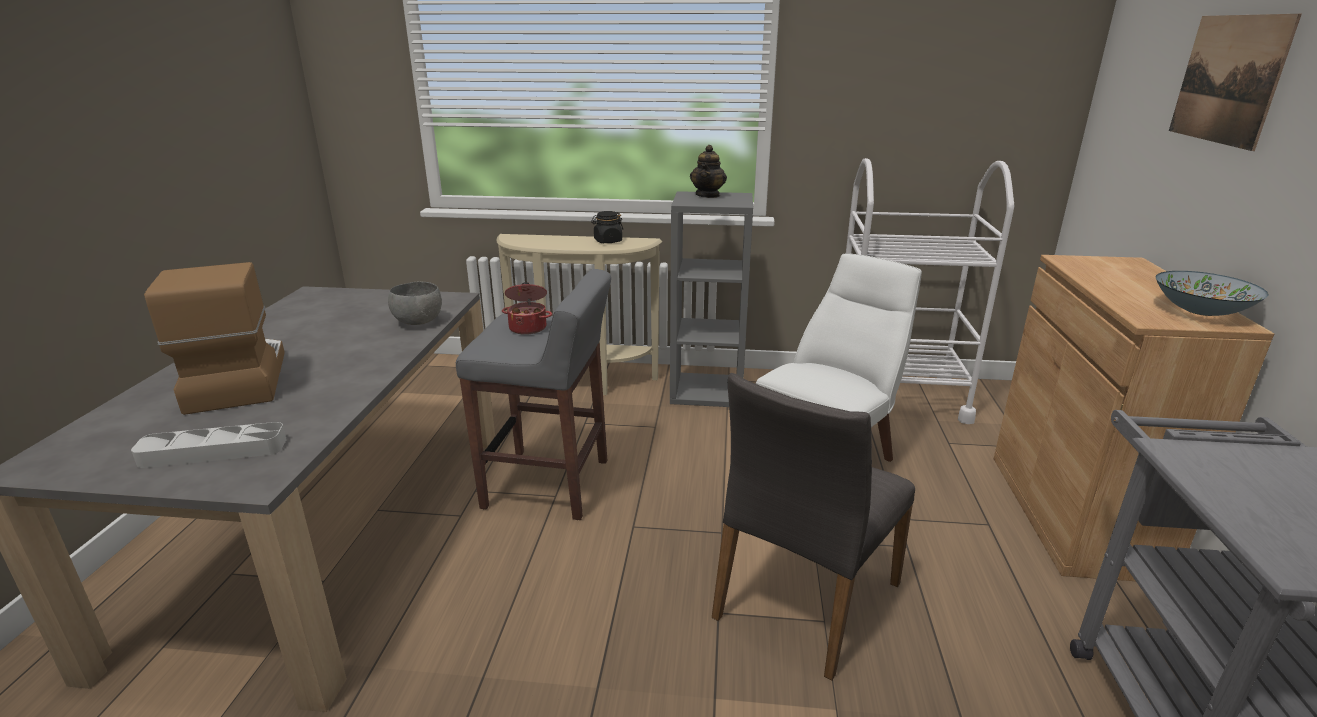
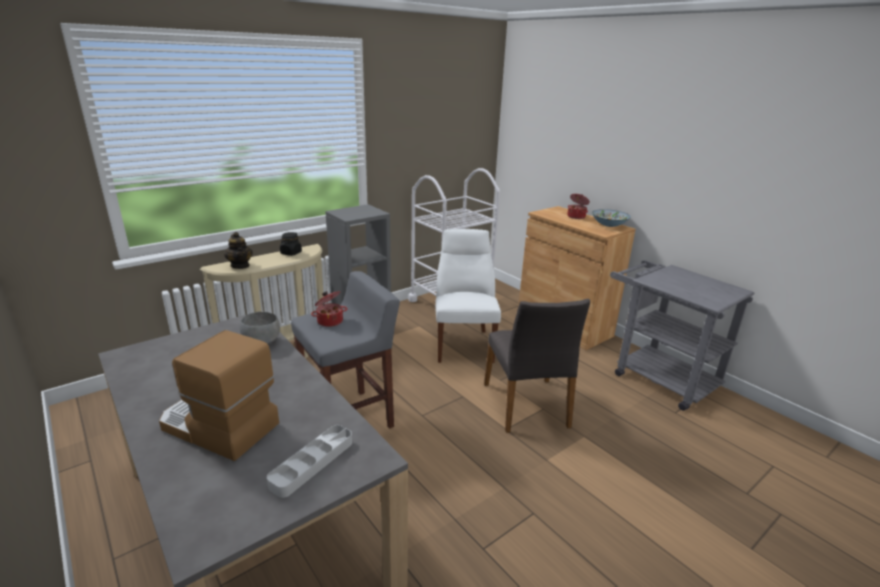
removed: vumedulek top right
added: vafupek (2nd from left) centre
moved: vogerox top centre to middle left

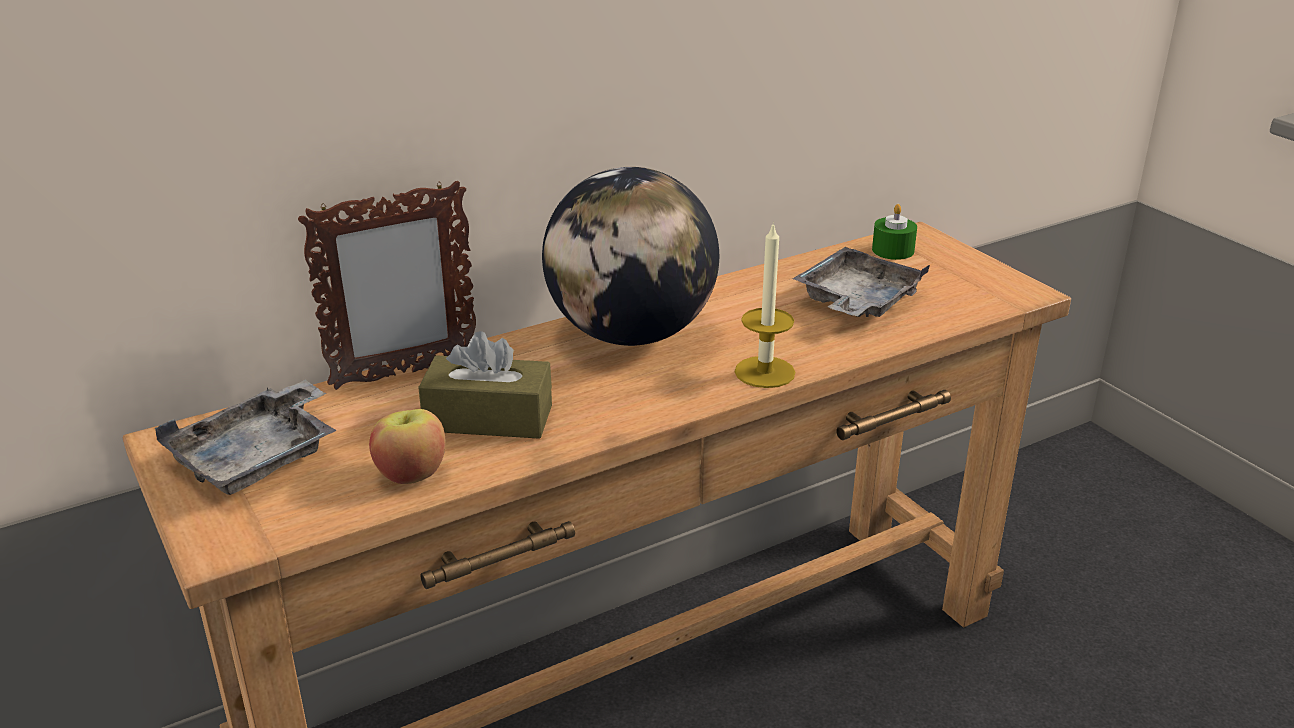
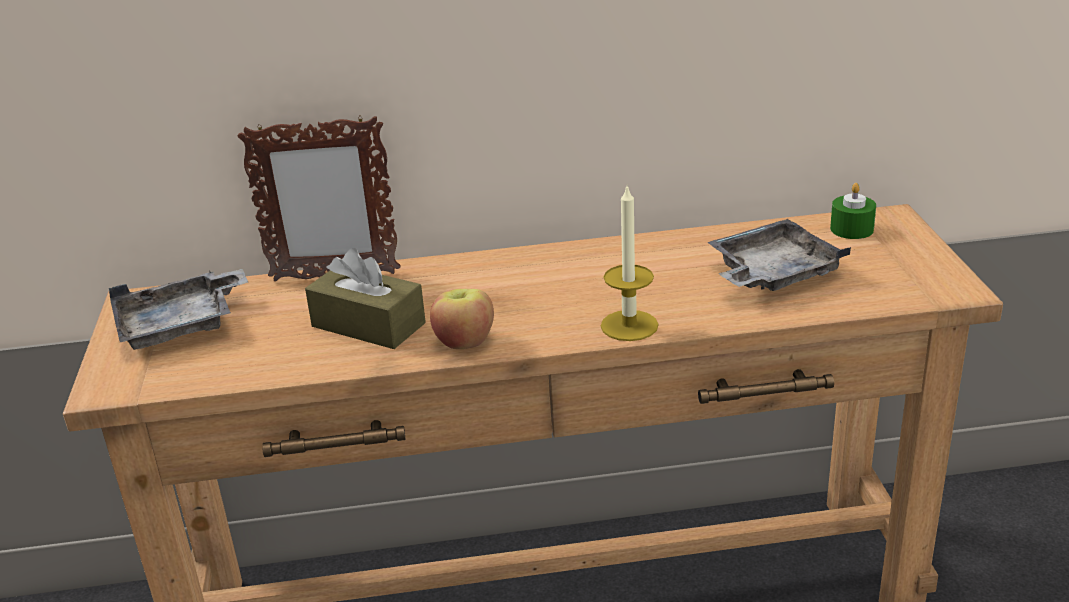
removed: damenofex centre
moved: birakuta middle left to centre

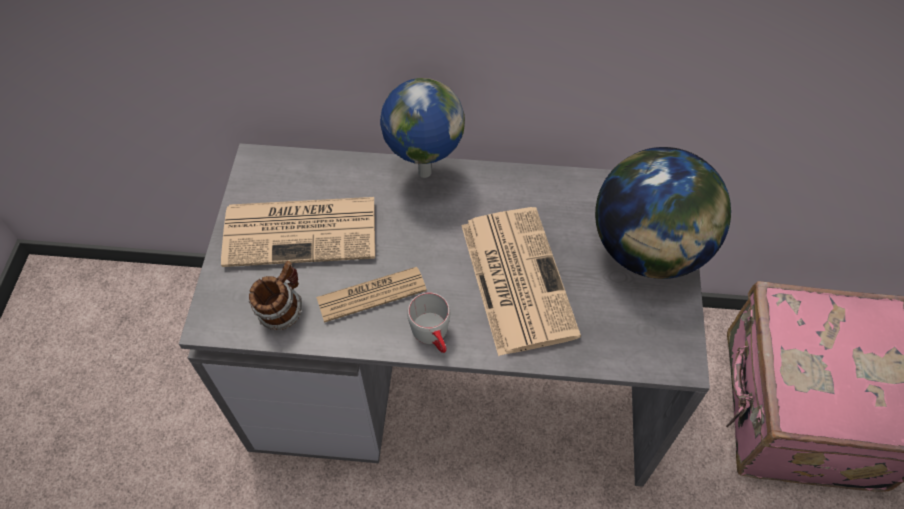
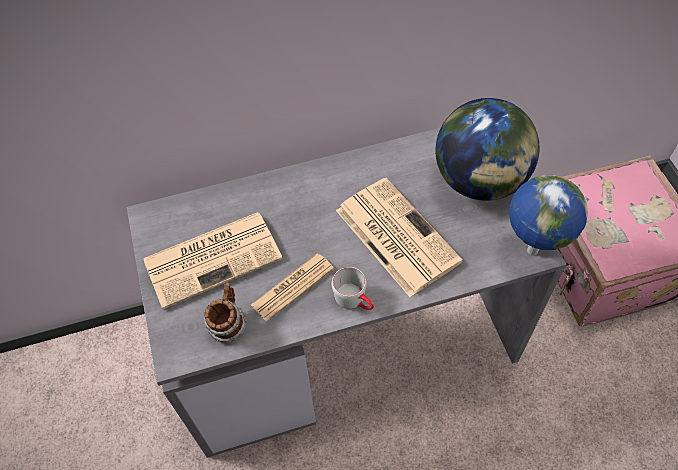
moved: damenofex (1st from left in the first image) top centre to damenofex (2nd from left) middle right

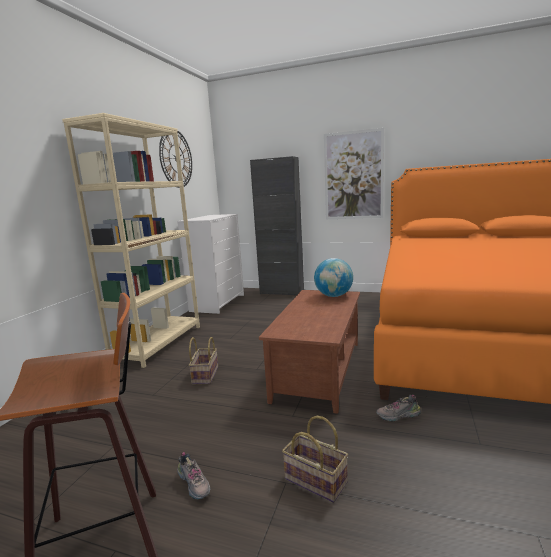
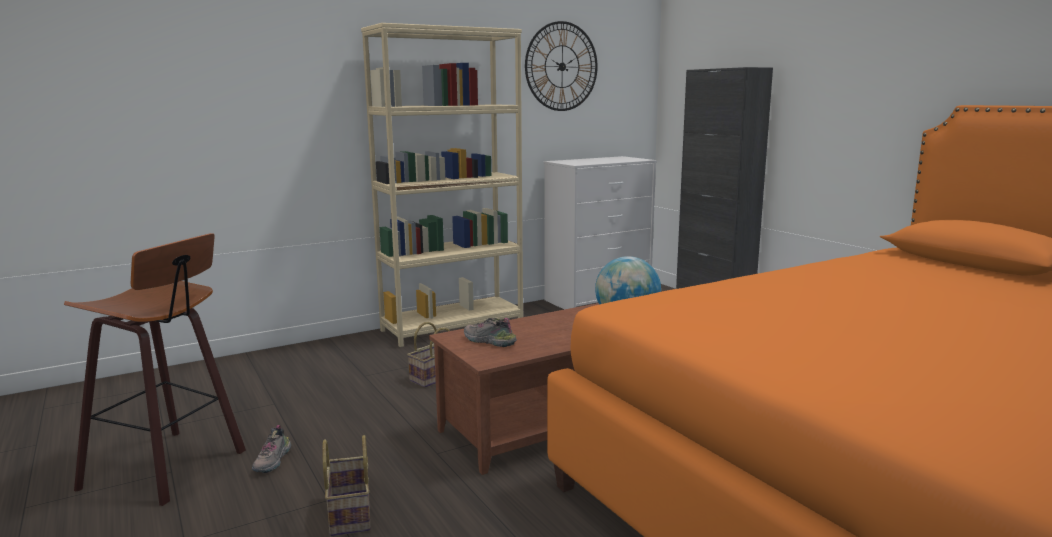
removed: vumedulek top centre
moved: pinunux (2nd from left) bottom right to centre

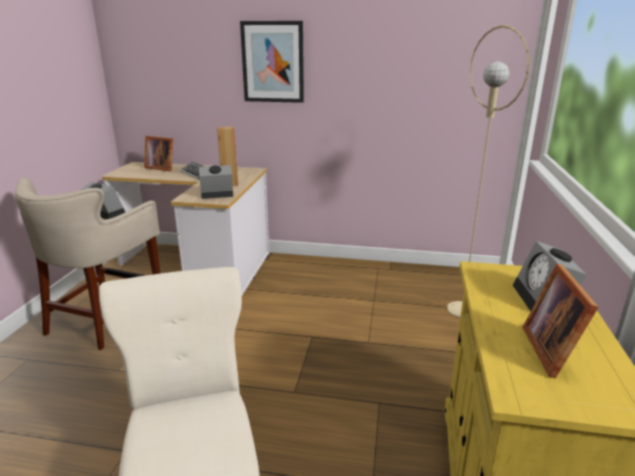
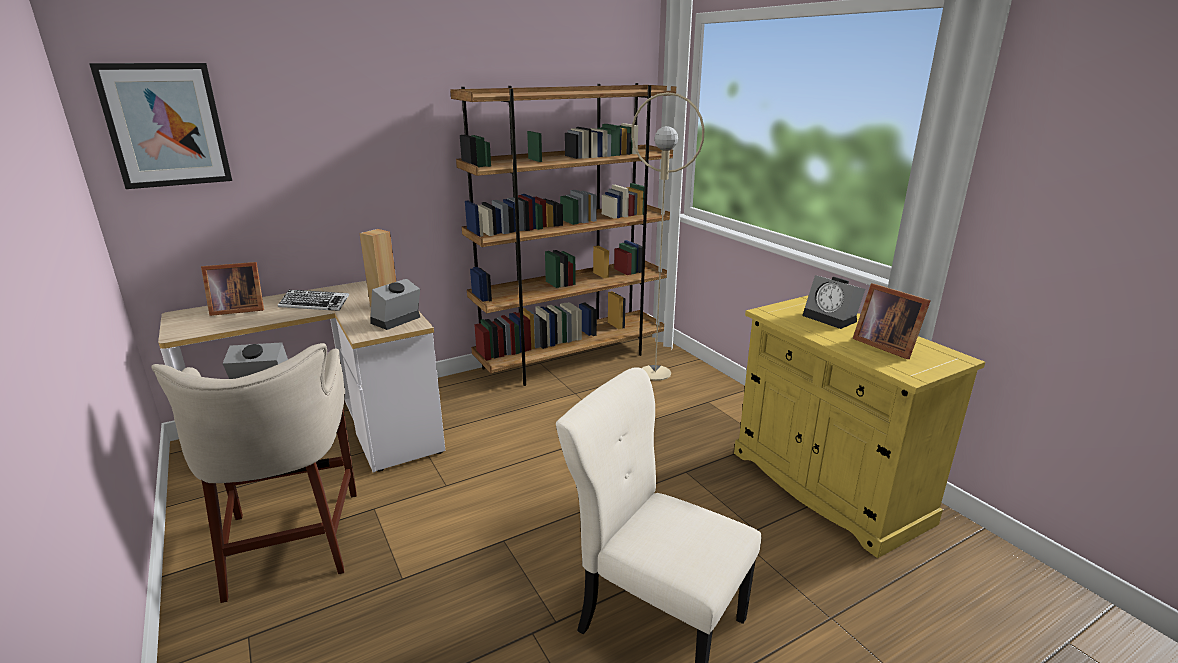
added: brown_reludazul centre
moved: vumedulek top centre to top left

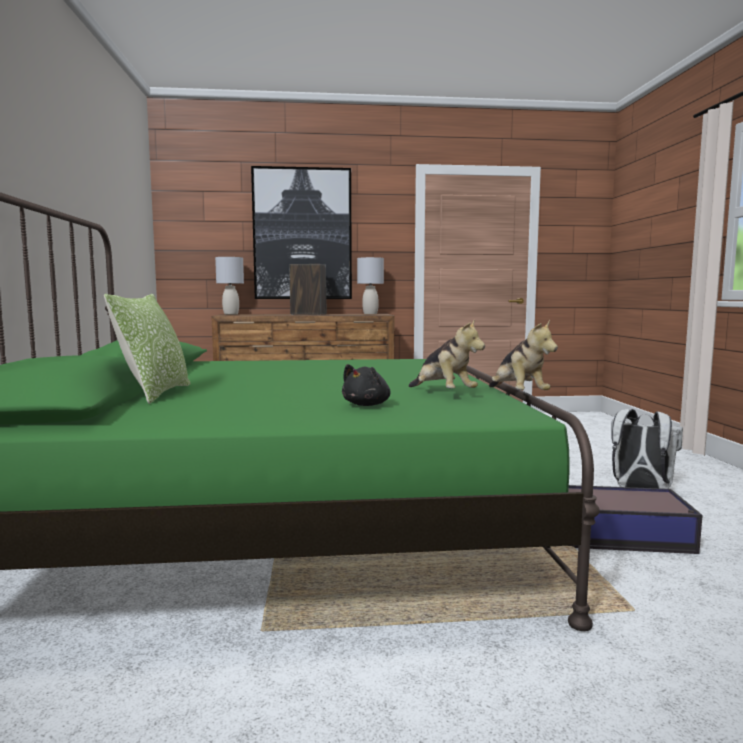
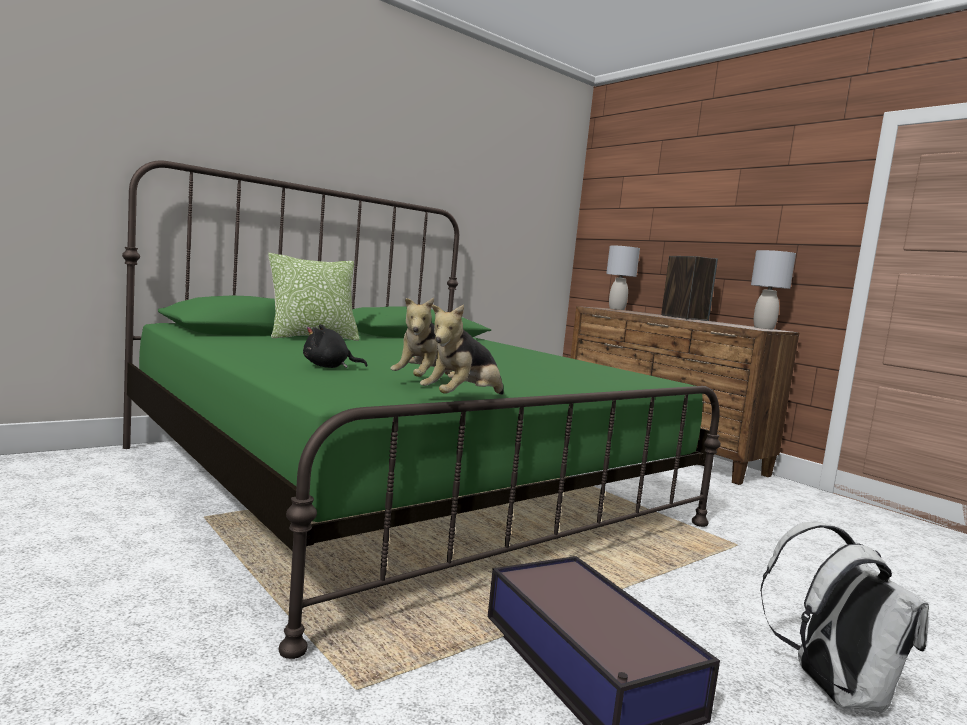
removed: vumedulek top centre

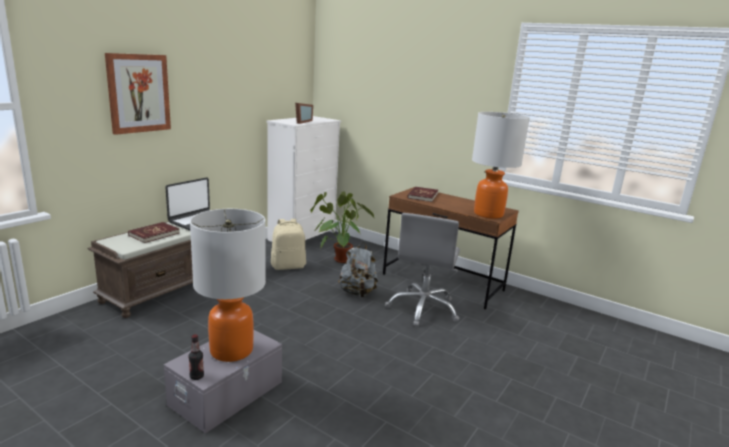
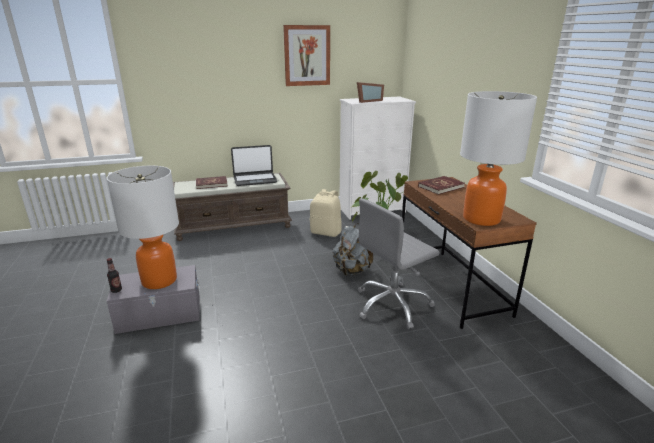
moved: vumedulek top left to top centre

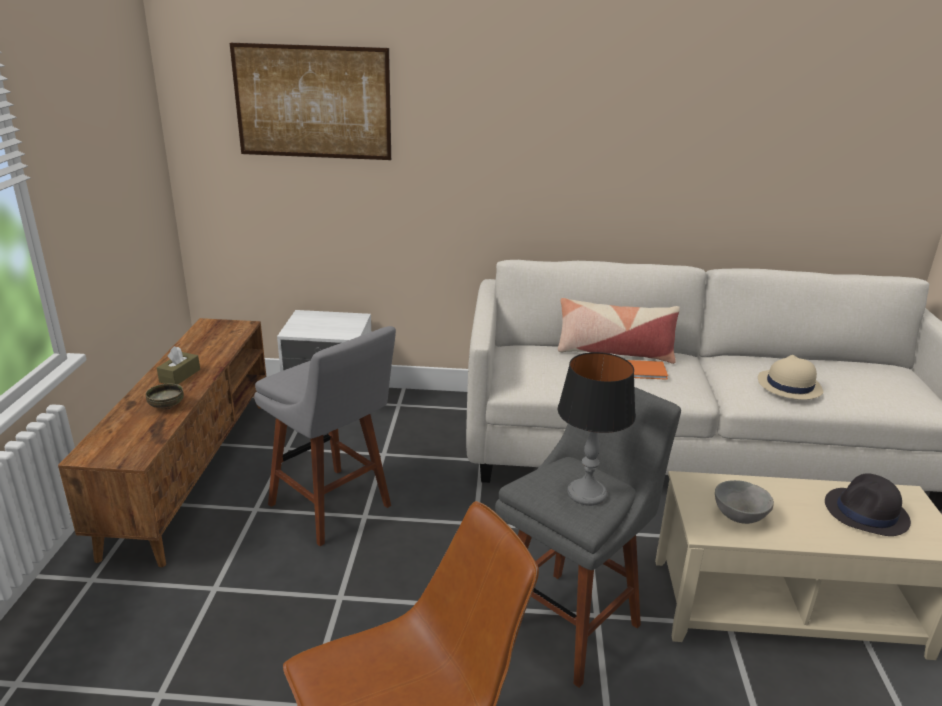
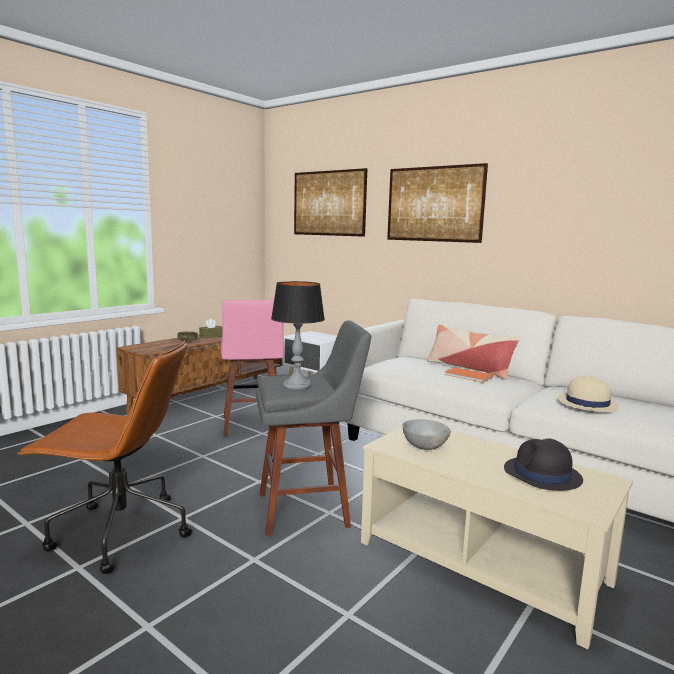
added: vumedulek (2nd from left) top centre
recoloured: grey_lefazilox (1st from left) centre to pink_lefazilox centre

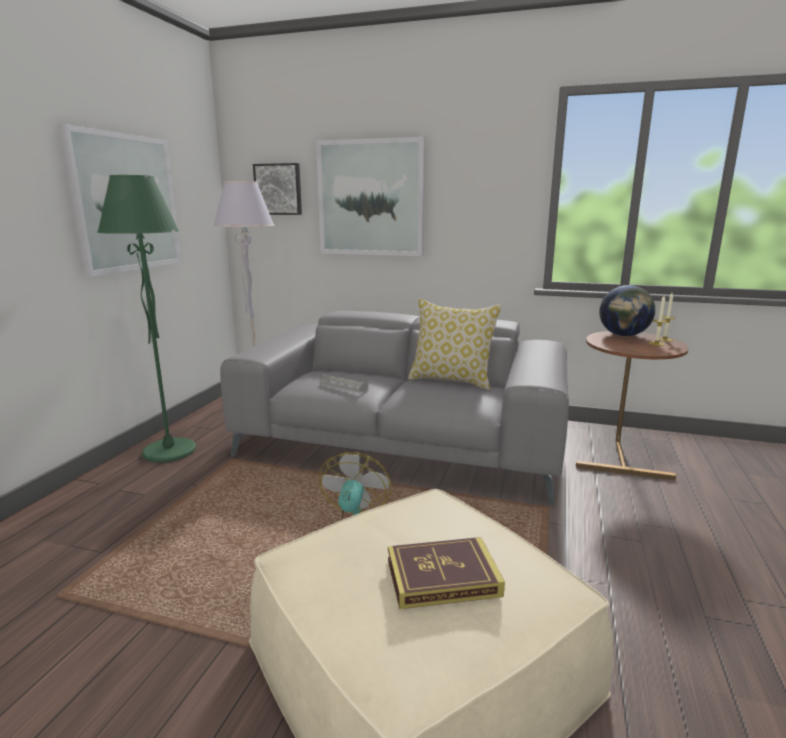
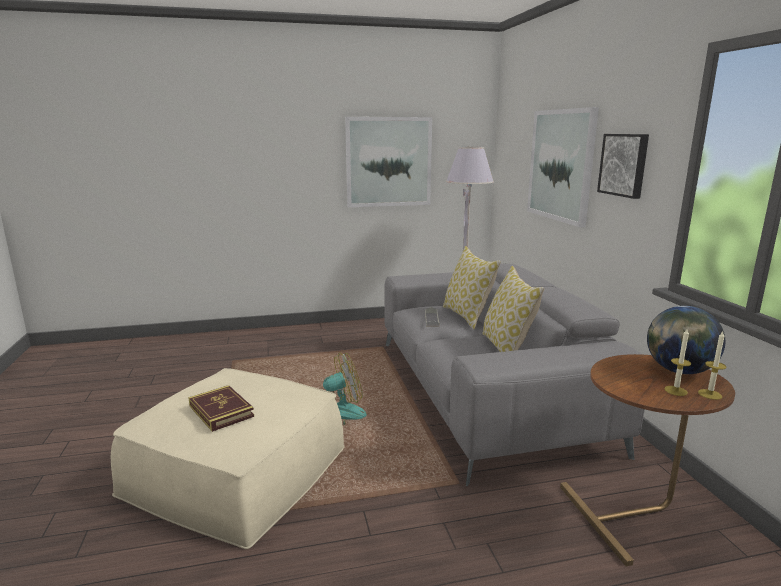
removed: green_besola middle left
added: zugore (1st from left) centre
moved: vumedulek (2nd from left in the first image) top centre to vumedulek (3rd from left) top right

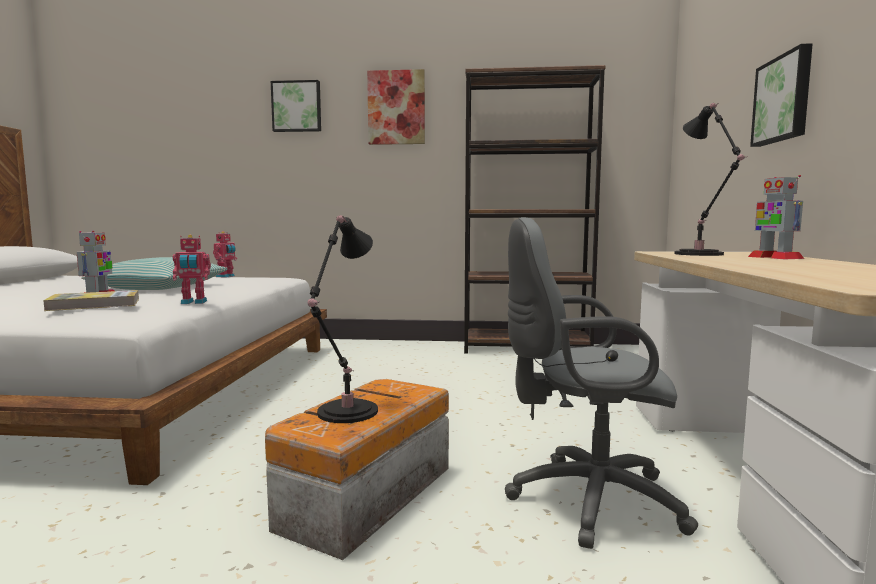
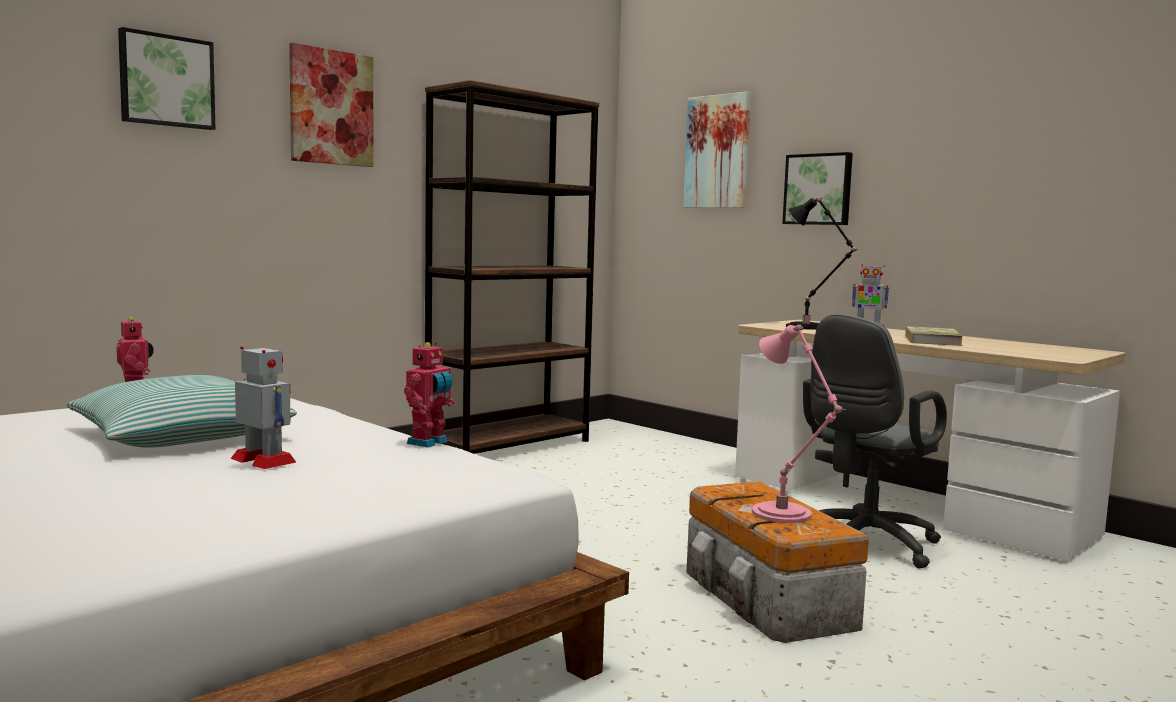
added: vumedulek (3rd from left) top centre
moved: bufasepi middle left to middle right
recoloured: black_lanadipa (1st from left) centre to pink_lanadipa middle right

